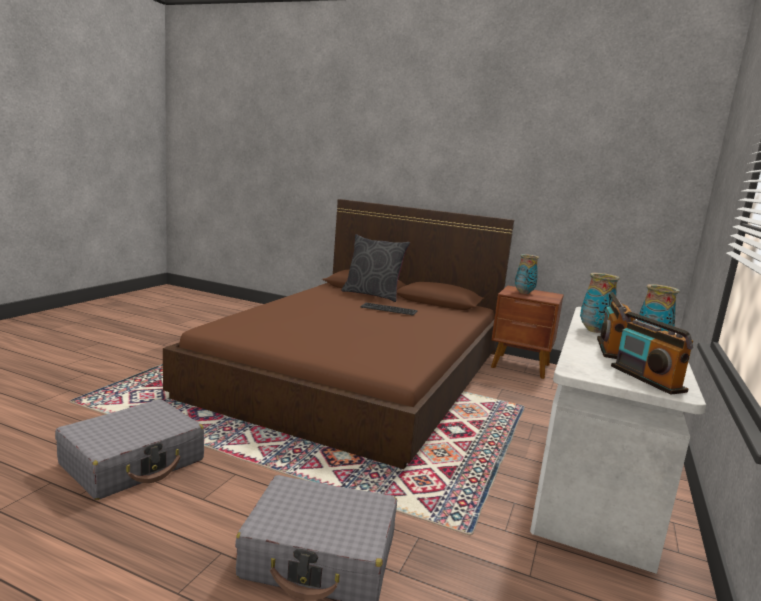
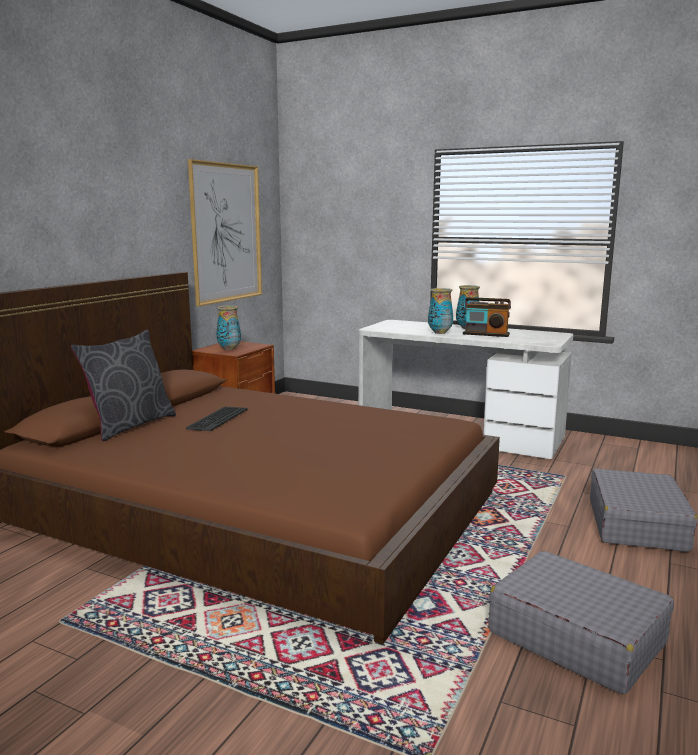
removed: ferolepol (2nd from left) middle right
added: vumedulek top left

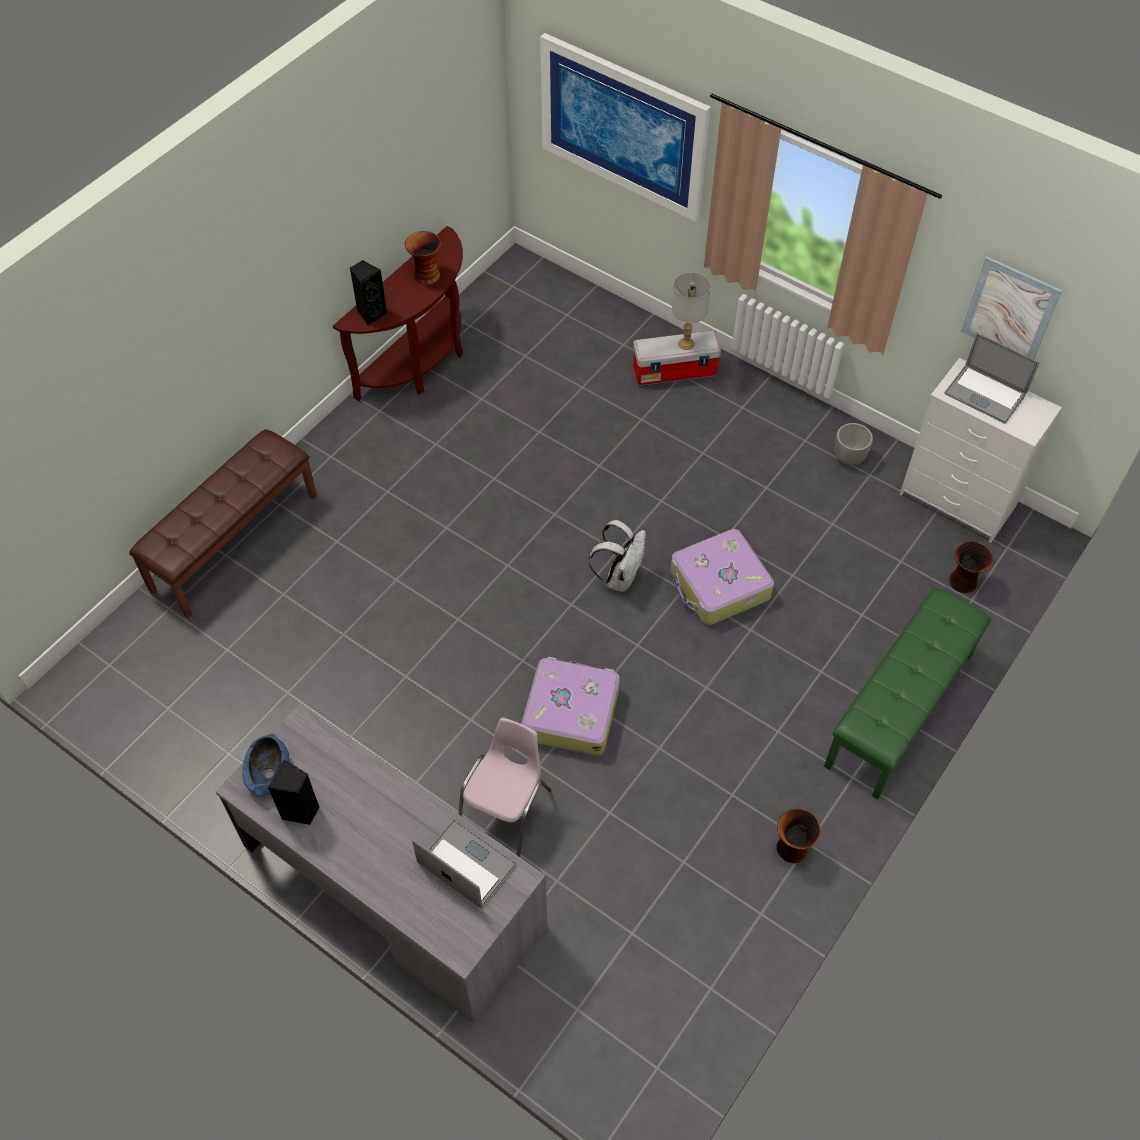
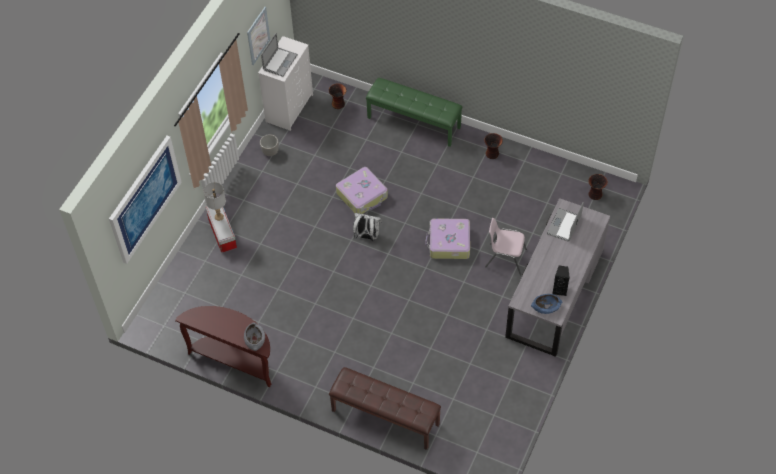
moved: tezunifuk (1st from left in the first image) top centre to tezunifuk (3rd from left) middle right
replaced: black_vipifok (2nd from left) top left to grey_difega bottom left

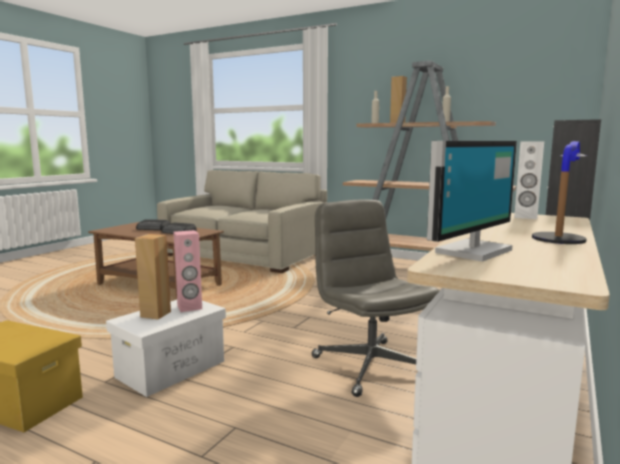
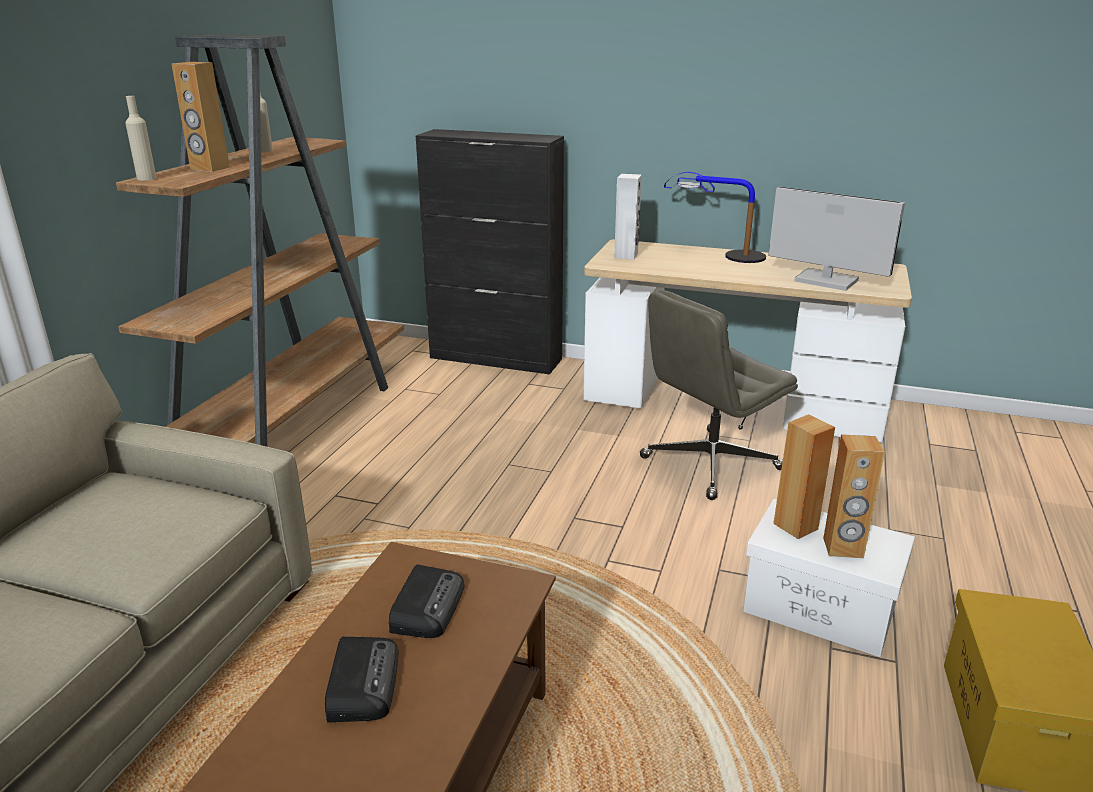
recoloured: pink_vipifok middle left to brown_vipifok (2nd from left) middle right

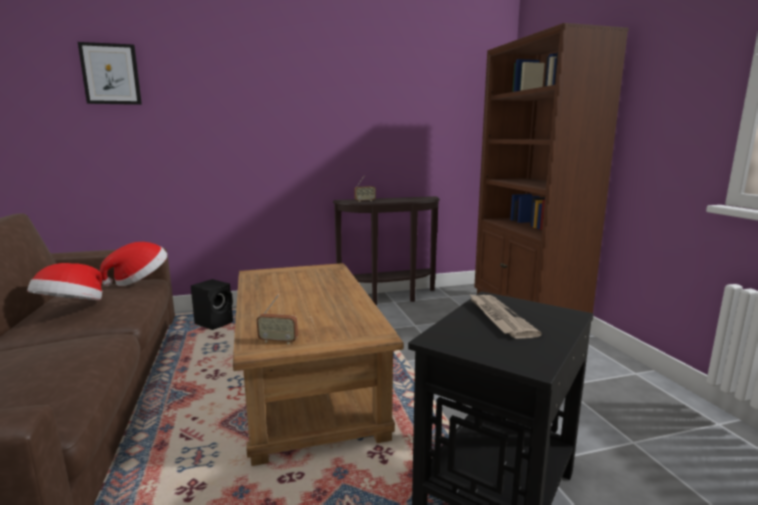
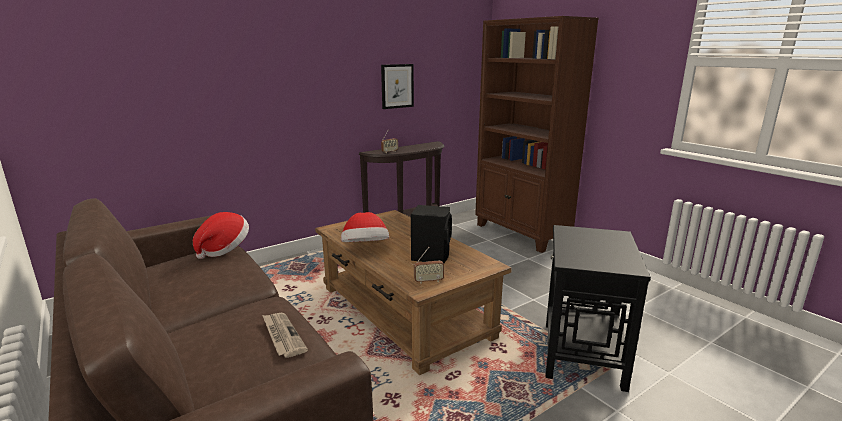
moved: vumedulek top left to top centre; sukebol (1st from left in the first image) middle left to sukebol (2nd from left) centre; black_vipifok middle left to centre; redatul middle right to bottom centre

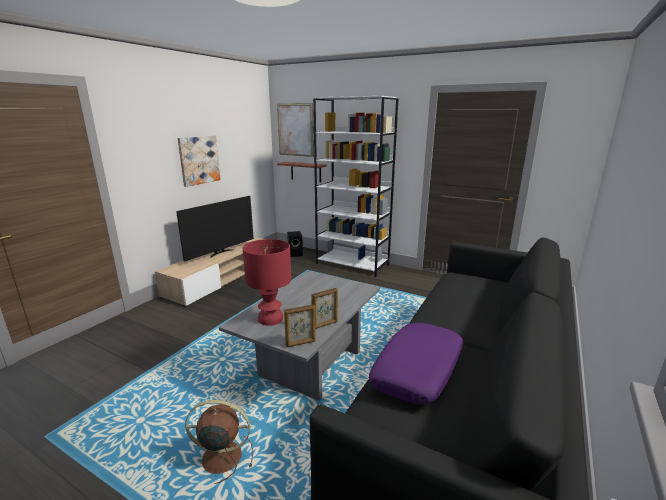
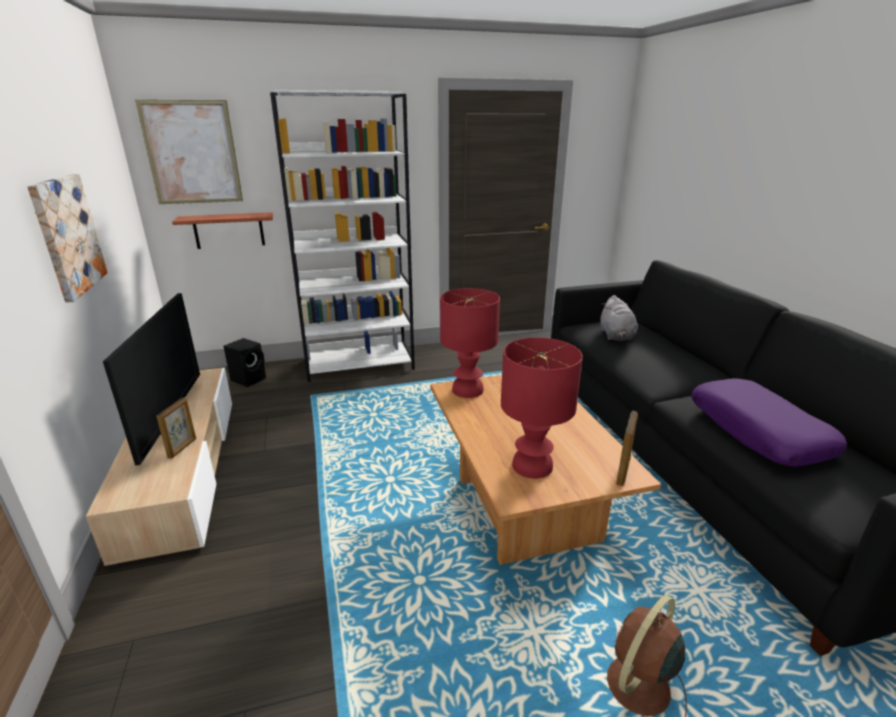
added: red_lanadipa (1st from left) centre; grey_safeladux middle right
moved: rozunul (2nd from left in the first image) centre to rozunul (1st from left) middle left
recoloured: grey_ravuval bottom centre to brown_ravuval centre

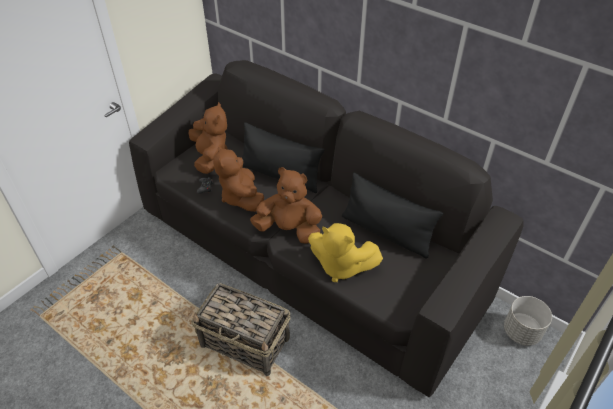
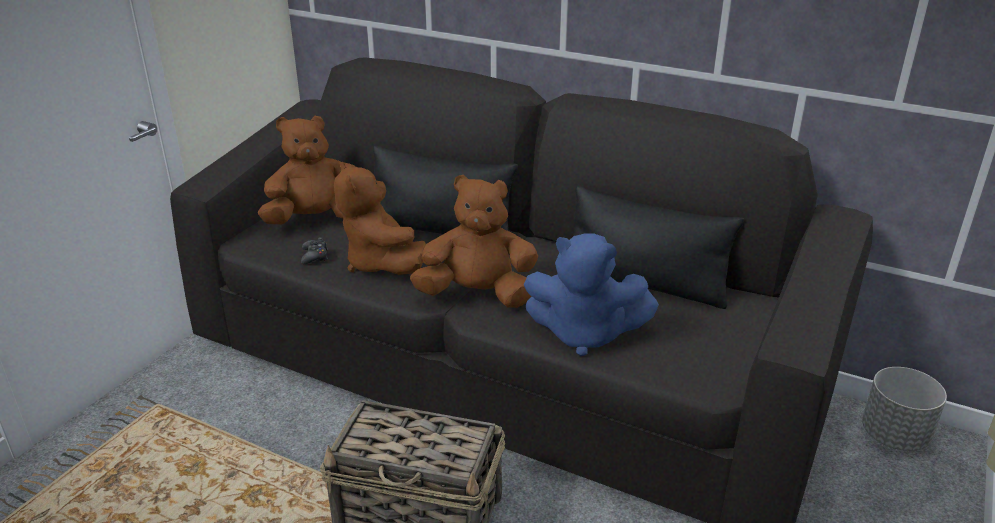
recoloured: yellow_safeladux centre to blue_safeladux centre
turned: brown_safeladux (1st from left) centre = top left 90 degrees counterclockwise

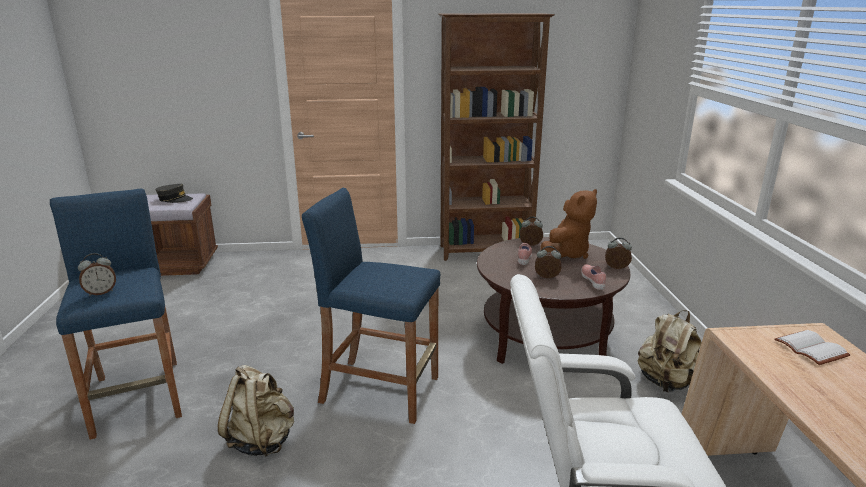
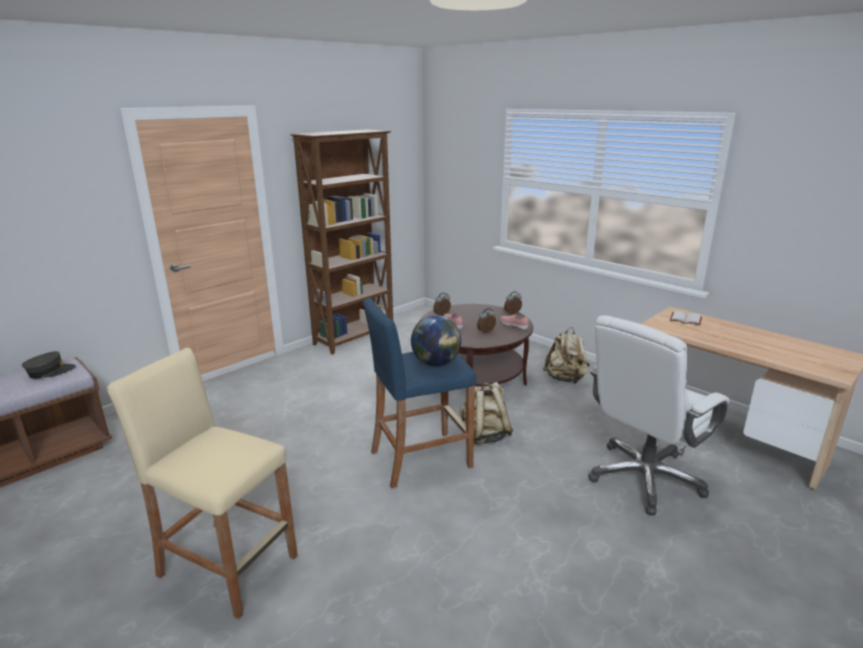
removed: brown_safeladux centre; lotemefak (1st from left) middle left
added: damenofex centre
moved: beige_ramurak (1st from left) bottom left to centre
recoloured: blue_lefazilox (1st from left) middle left to beige_lefazilox bottom left

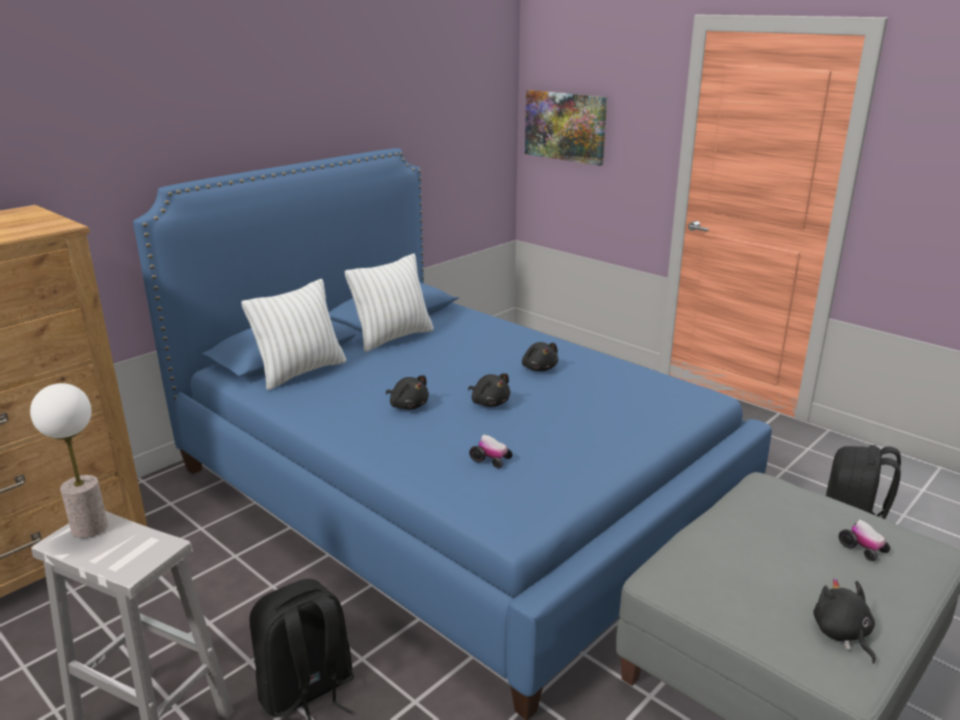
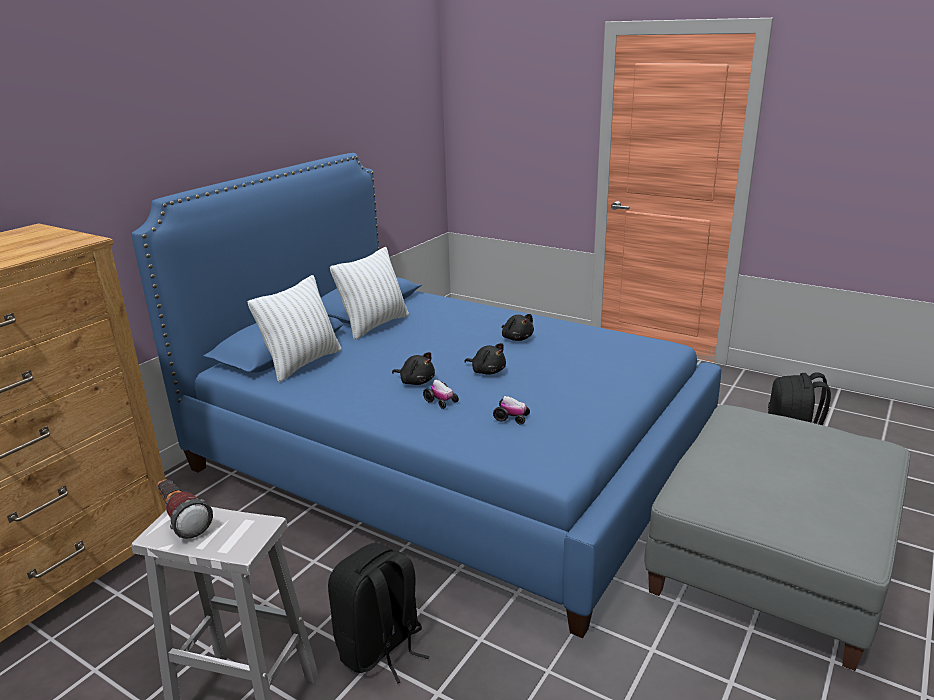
removed: vumedulek top centre; black_safeladux (4th from left) bottom right
moved: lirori (2nd from left in the first image) bottom right to lirori (1st from left) centre
replaced: lanadipa middle left to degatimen bottom left

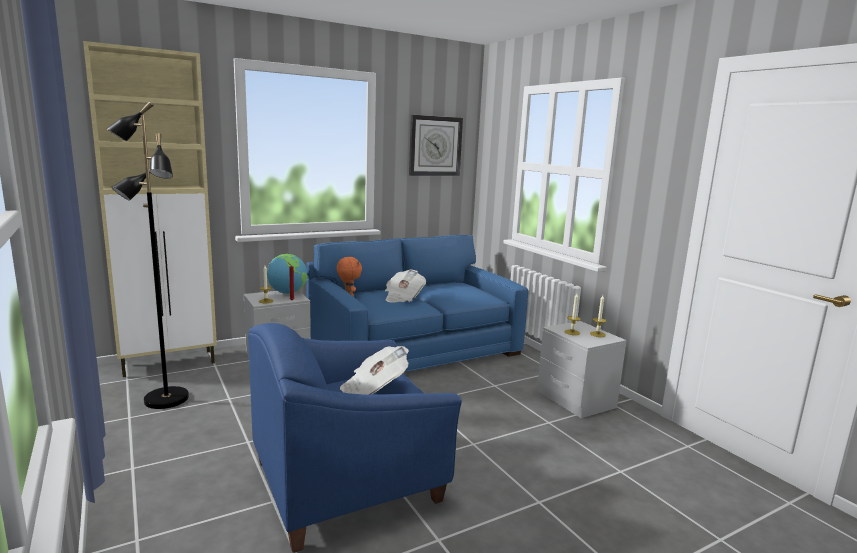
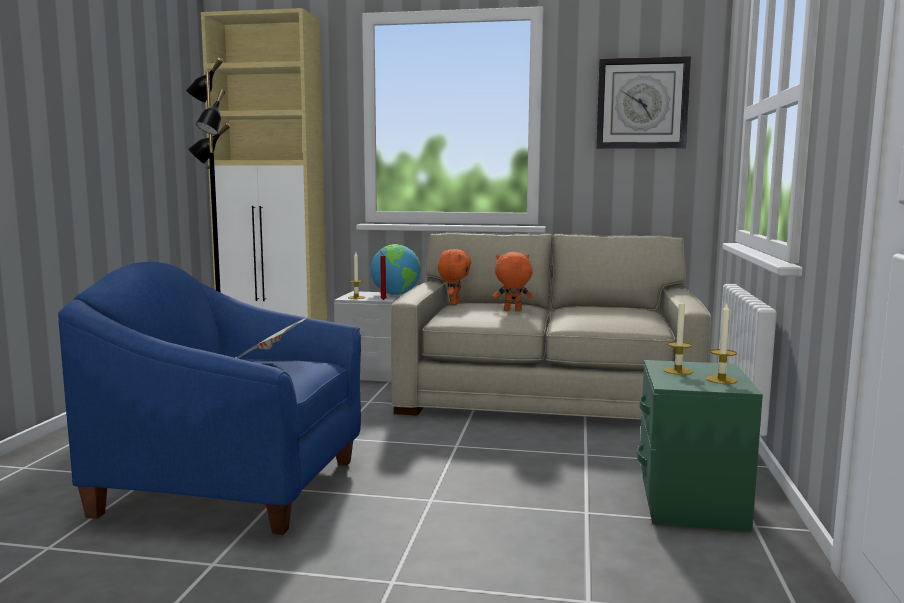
replaced: redatul (2nd from left) centre to orange_safeladux (2nd from left) centre
recoloured: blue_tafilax centre to beige_tafilax centre; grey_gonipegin (2nd from left) bottom right to green_gonipegin bottom right

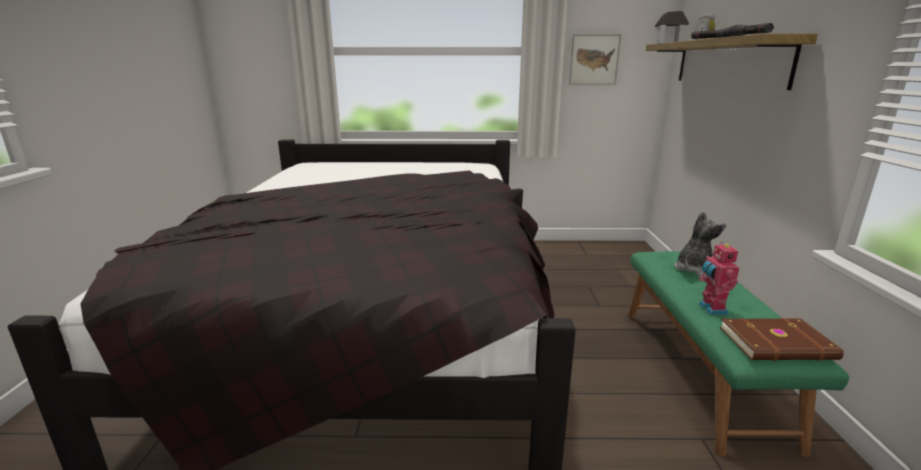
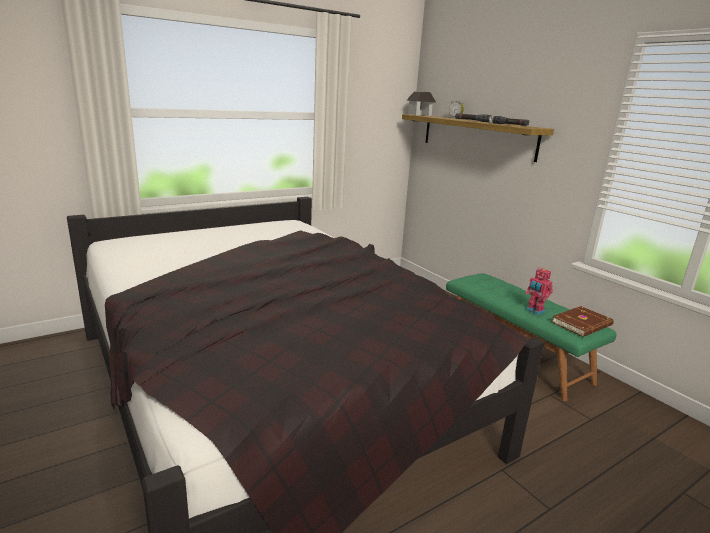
removed: vumedulek top centre; safeladux middle right

